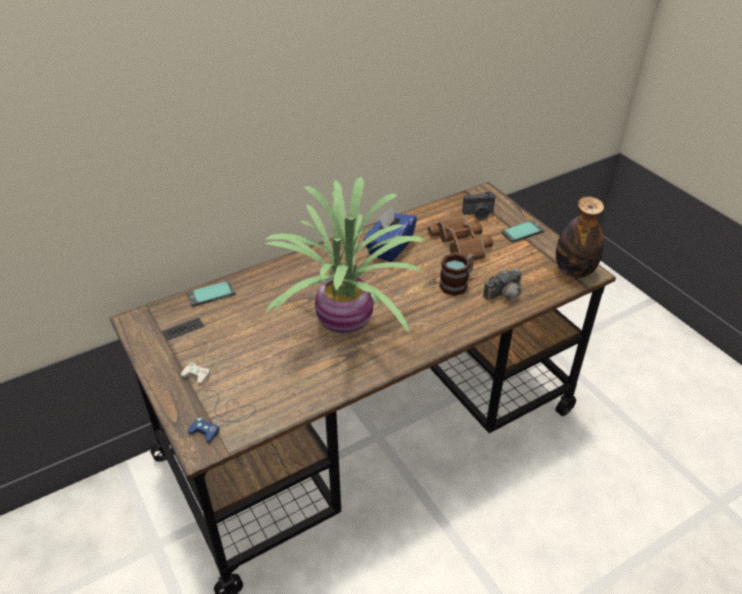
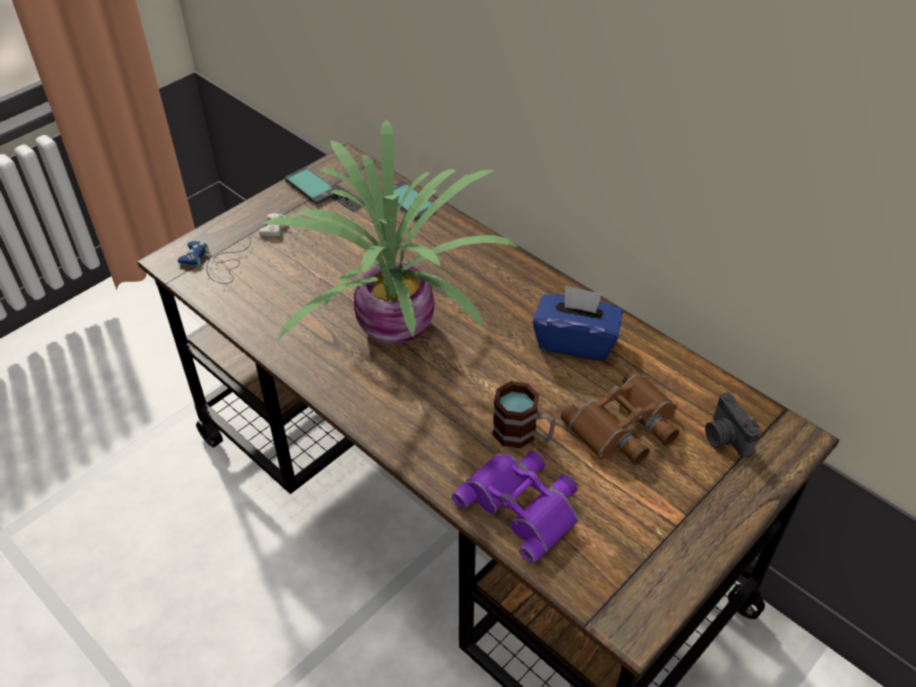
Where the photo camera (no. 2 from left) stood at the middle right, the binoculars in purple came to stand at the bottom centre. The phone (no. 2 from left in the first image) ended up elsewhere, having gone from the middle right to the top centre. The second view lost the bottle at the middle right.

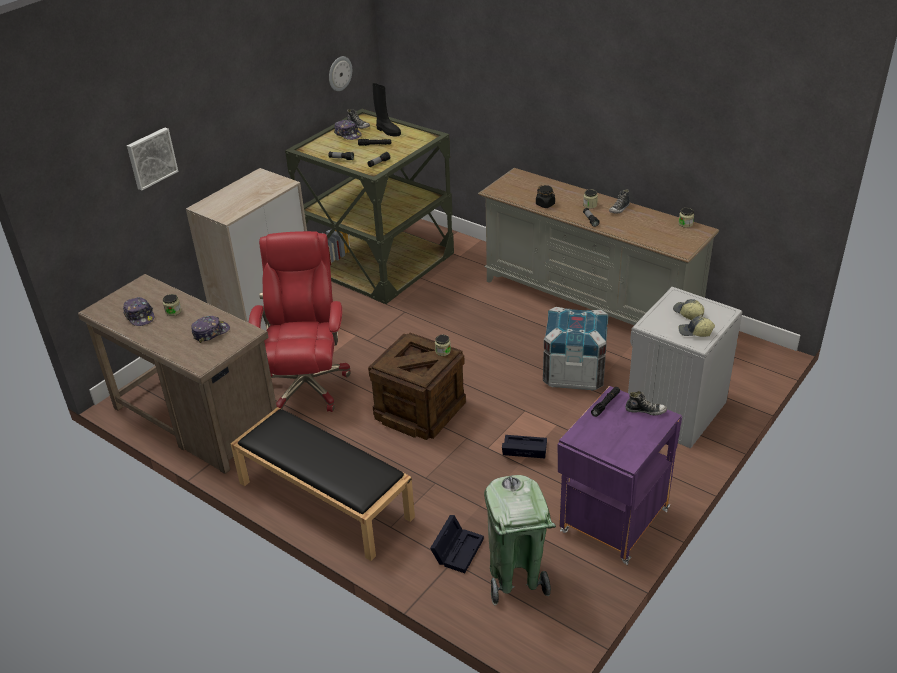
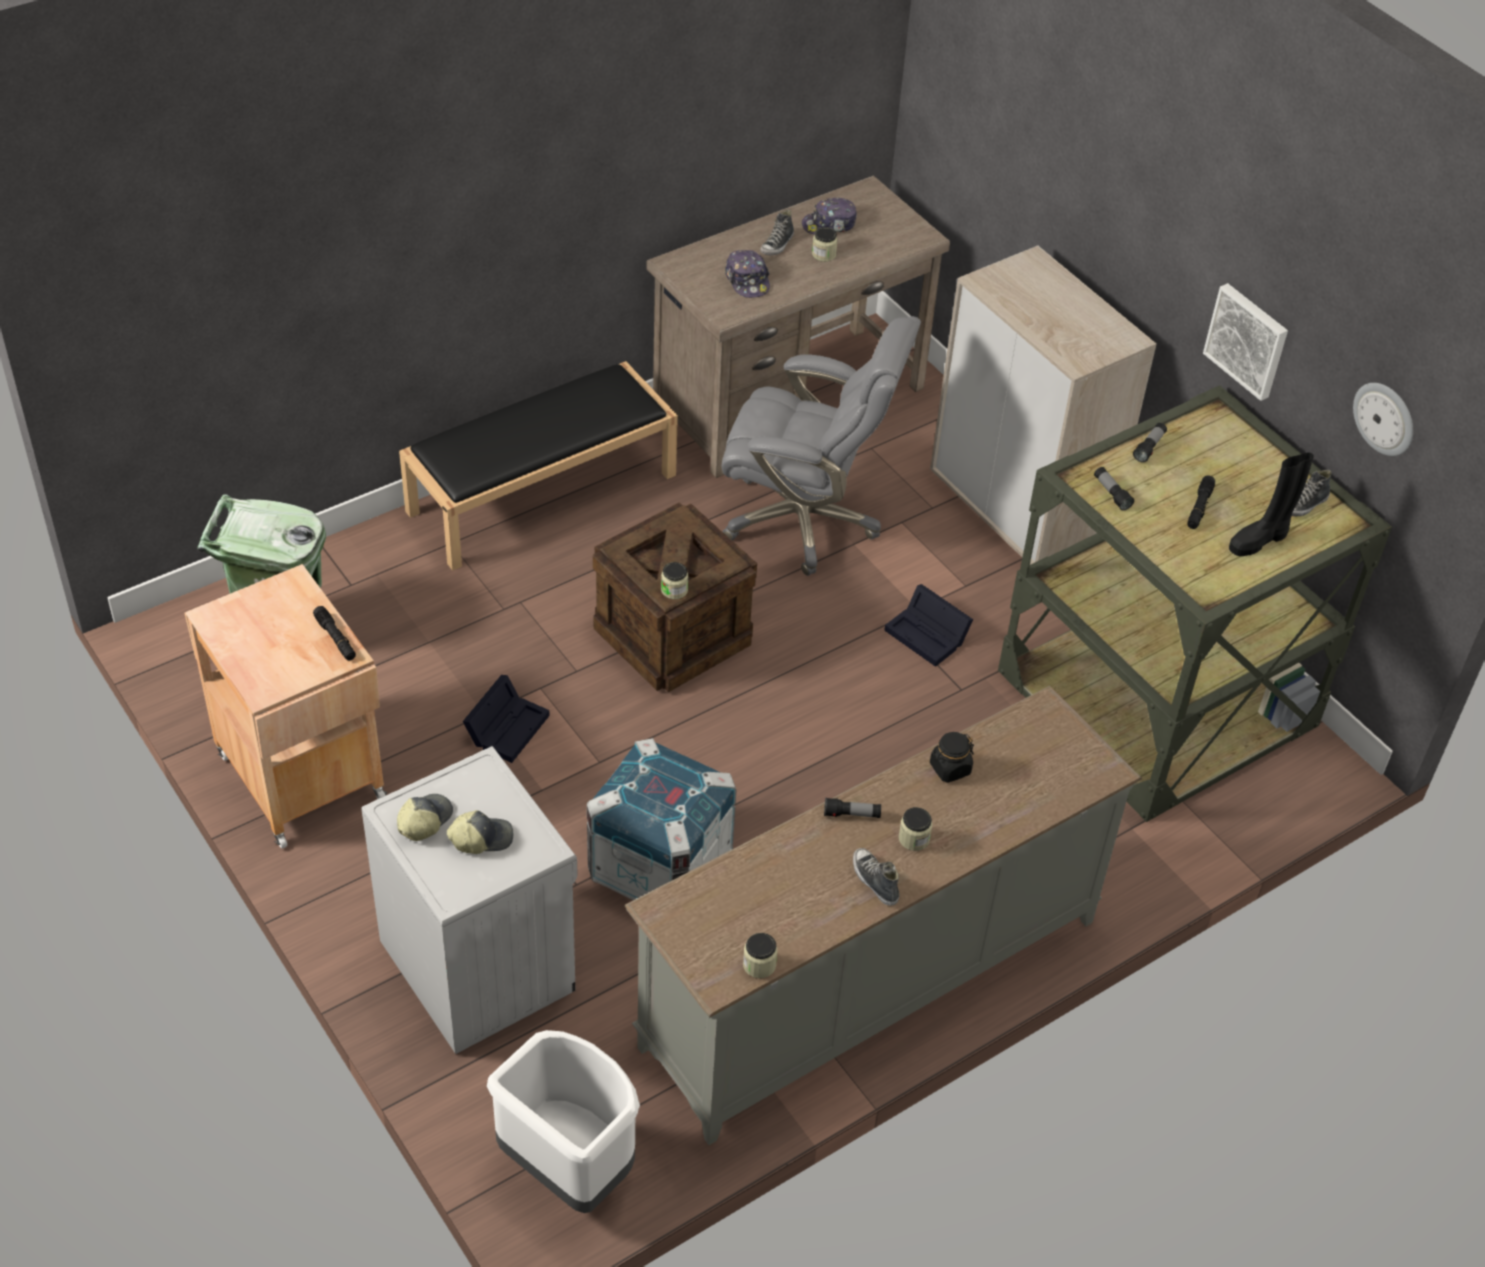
The picture ended up elsewhere, having gone from the top left to the top right. What was the office chair in red at the centre turned into the office chair in grey at the centre. The second view lost the cap (no. 3 from left) at the top centre. The storage box in black (no. 1 from left in the first image) ended up elsewhere, having gone from the bottom centre to the centre. What was the cart in purple at the bottom right turned into the cart in brown at the middle left. The shoe (no. 3 from left in the first image) ended up elsewhere, having gone from the middle right to the top centre. The second view gained the trash can in white at the bottom centre.

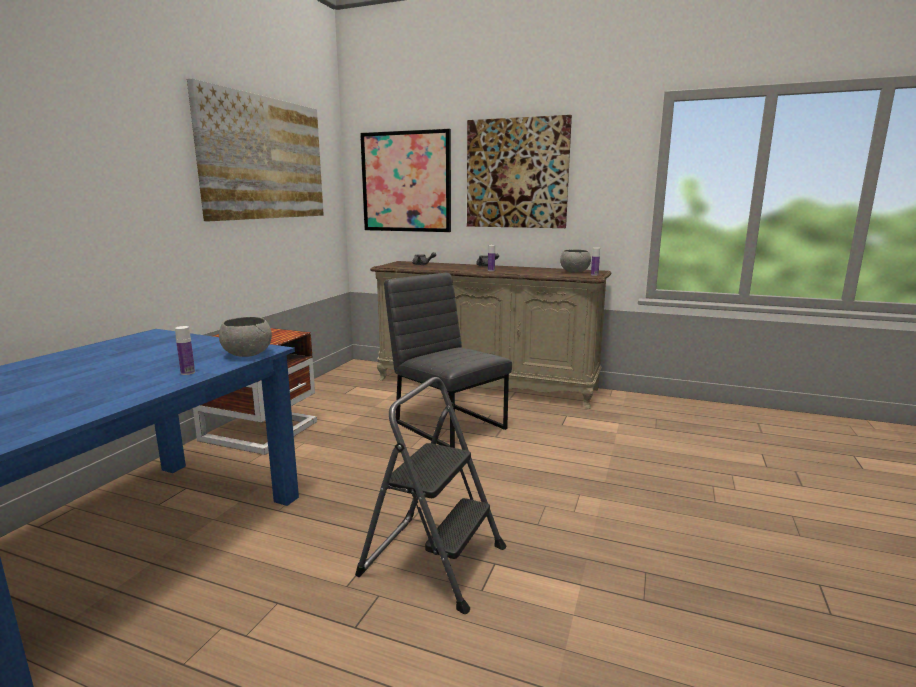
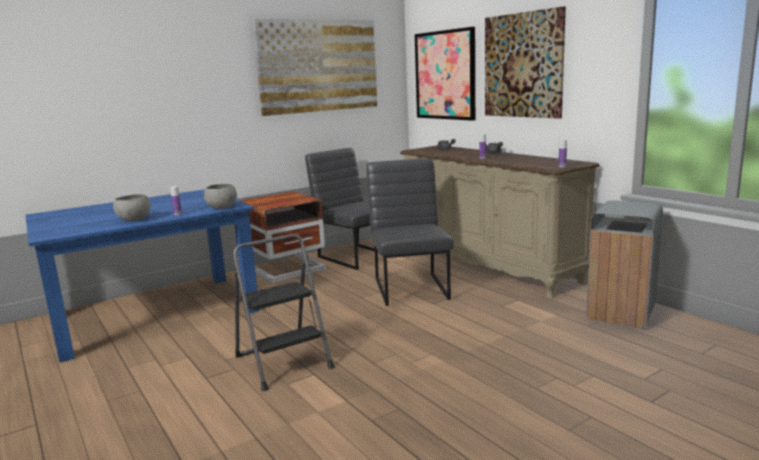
The bowl in grey (no. 2 from left in the first image) ended up elsewhere, having gone from the centre to the middle left. The second view gained the chair in grey (no. 1 from left) at the centre. The second view gained the trash can in grey at the middle right.

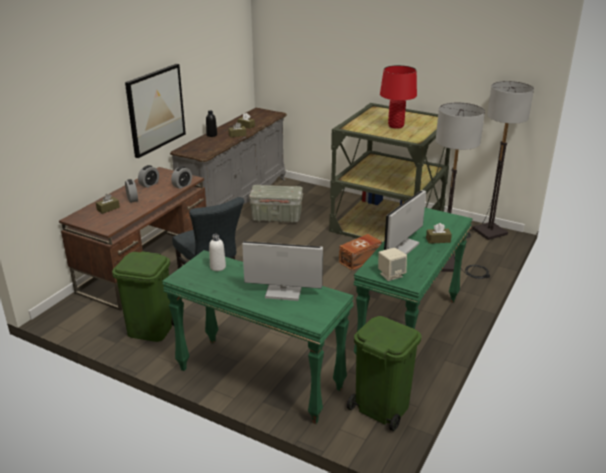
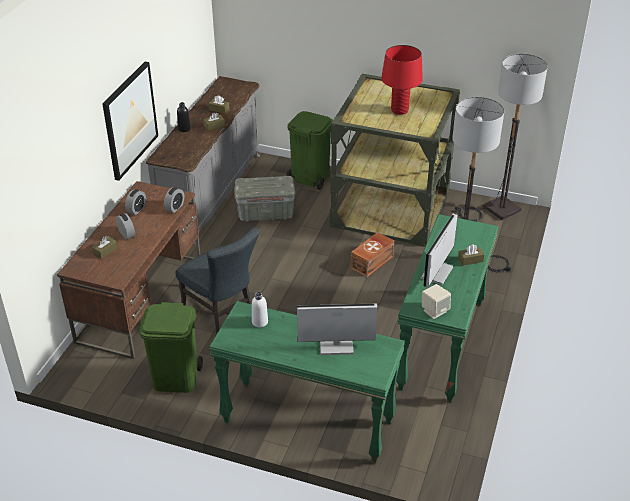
The trash can in green (no. 2 from left) ended up elsewhere, having gone from the bottom centre to the top centre.

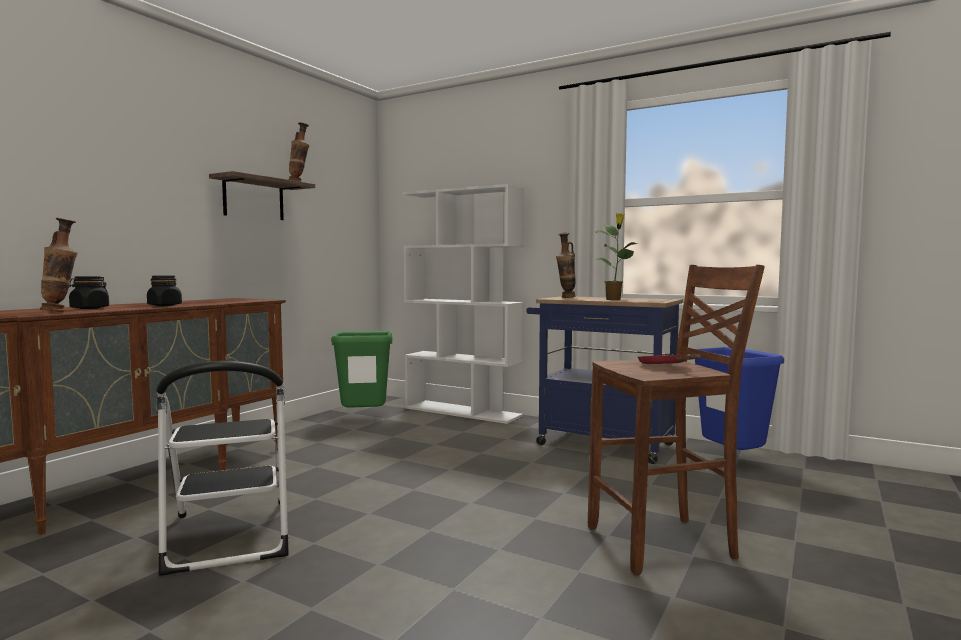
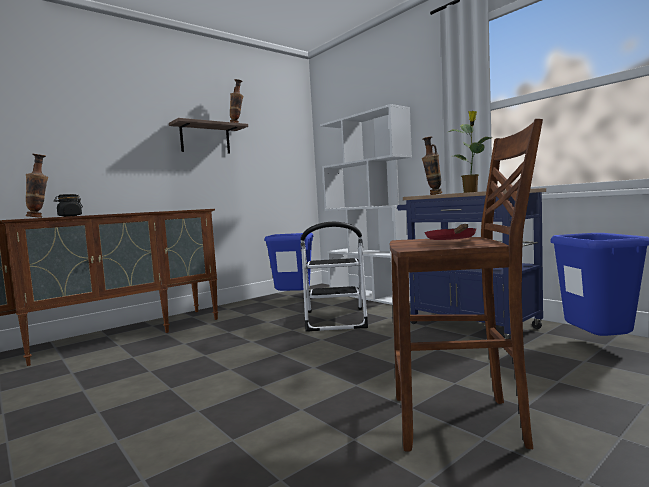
The second view lost the jar in black (no. 2 from left) at the middle left. The step ladder ended up elsewhere, having gone from the bottom left to the centre. What was the trash can in green at the centre turned into the trash can in blue (no. 1 from left) at the centre.

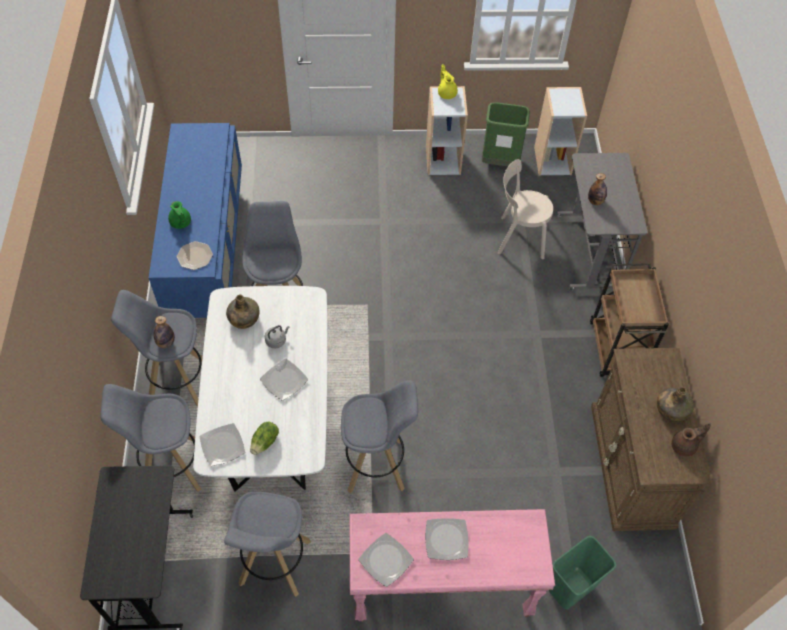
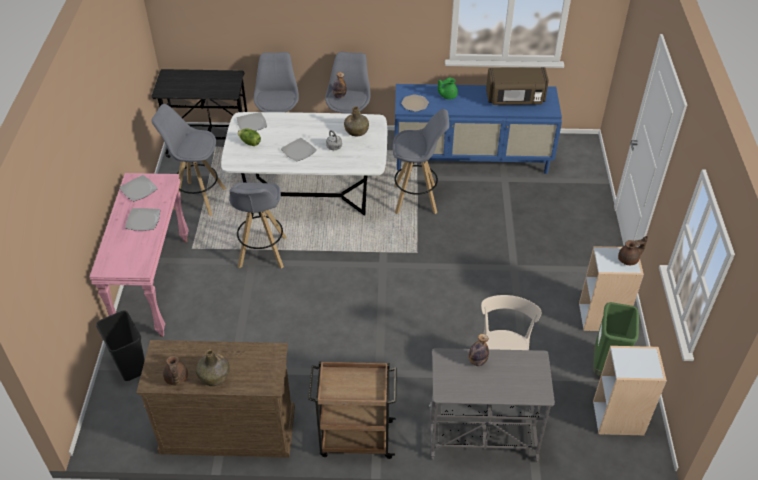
What was the teapot in yellow at the top centre turned into the teapot in brown (no. 2 from left) at the middle right. What was the trash can in green (no. 2 from left) at the bottom right turned into the trash can in black at the bottom left. The second view gained the microwave in brown at the top right.

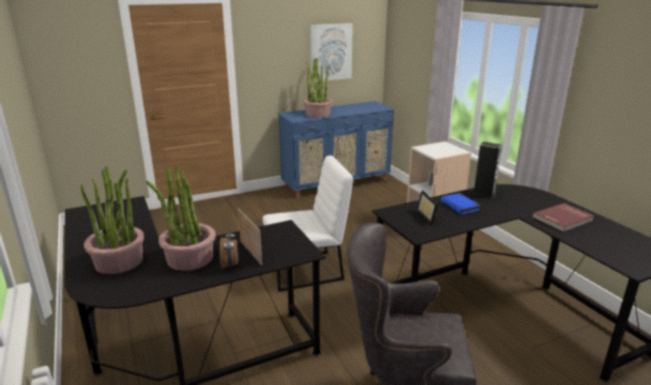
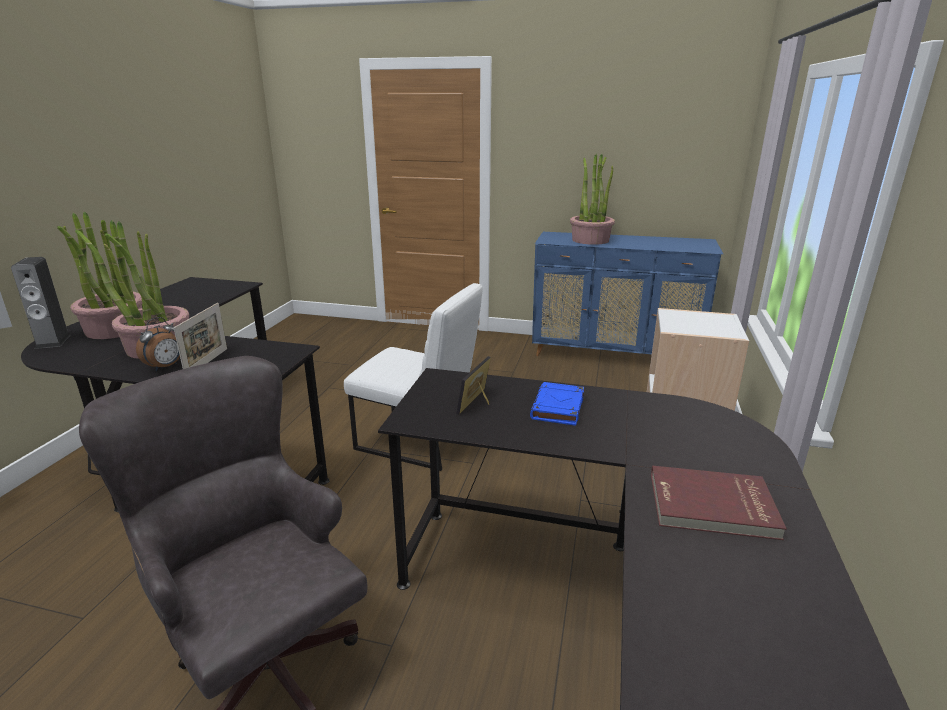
The second view lost the picture at the top centre. The speaker ended up elsewhere, having gone from the middle right to the middle left.

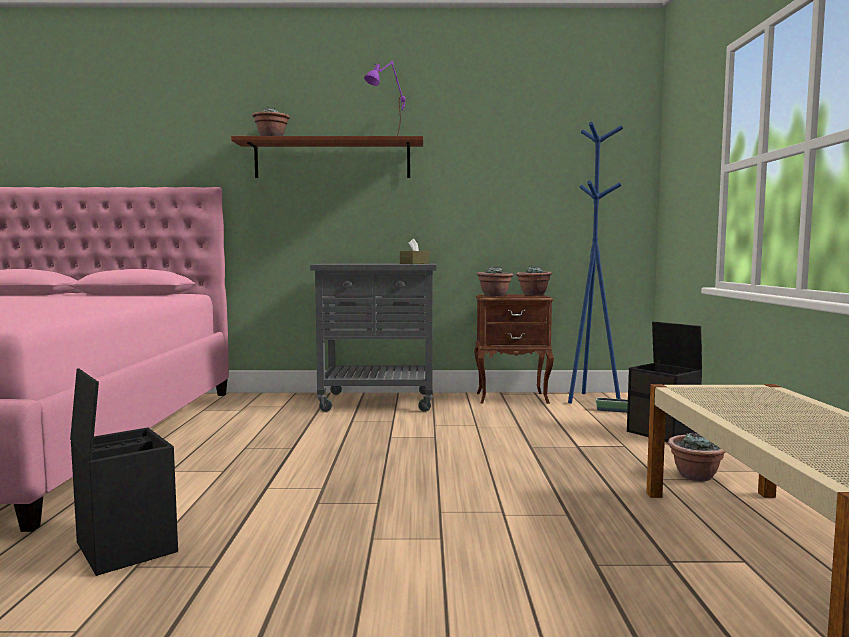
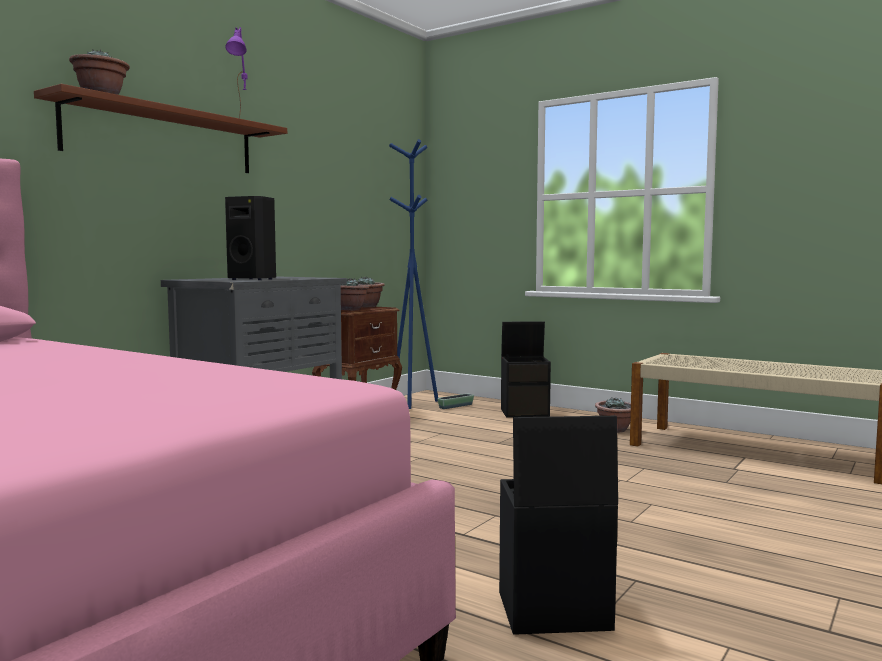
The second view lost the tissue box in brown at the centre. The second view gained the speaker in black at the middle left.

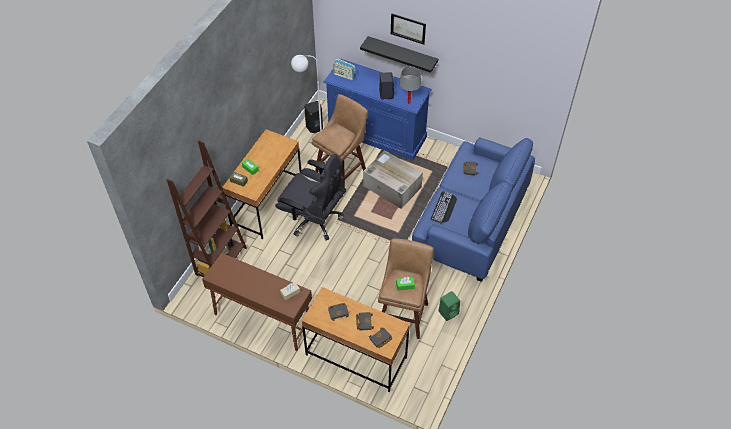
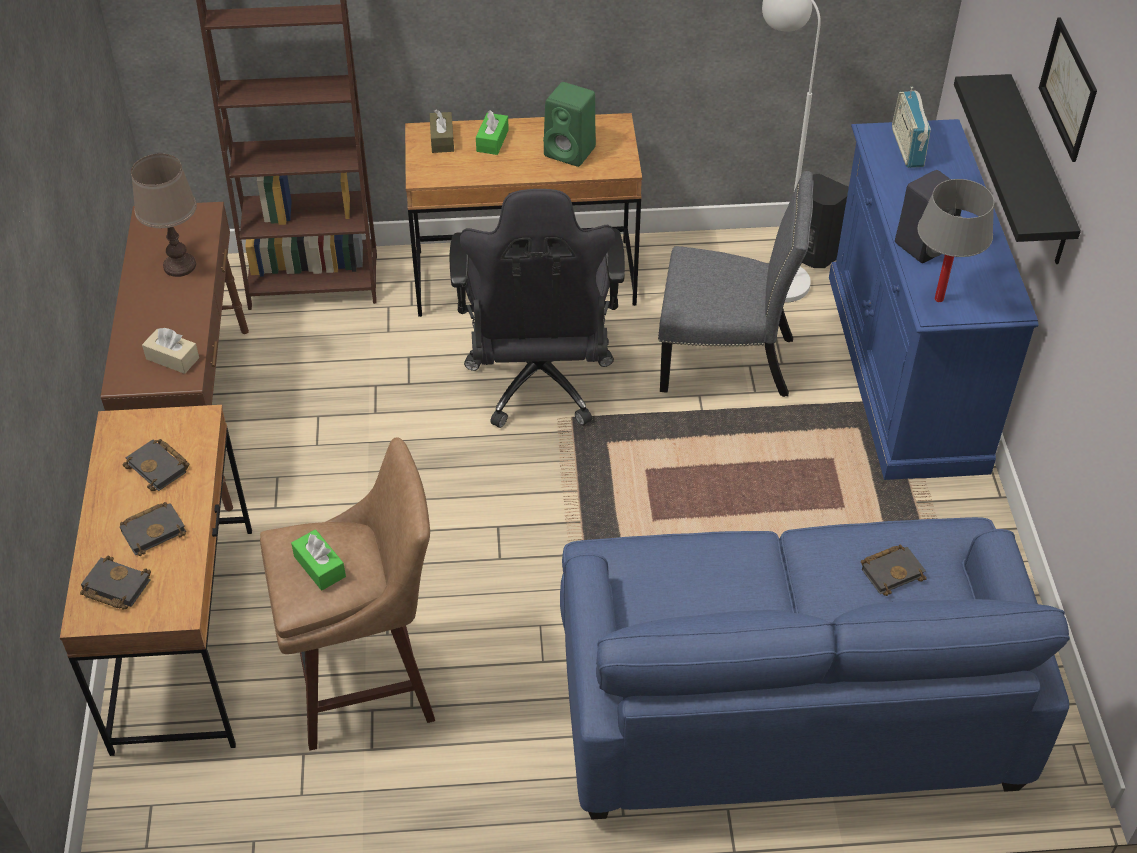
Where the stool in brown (no. 1 from left) stood at the top centre, the chair in grey came to stand at the top centre. The second view lost the cardboard box at the centre. The second view lost the keyboard at the centre. The speaker in green ended up elsewhere, having gone from the bottom centre to the top centre. The second view gained the table lamp in brown at the top left.

